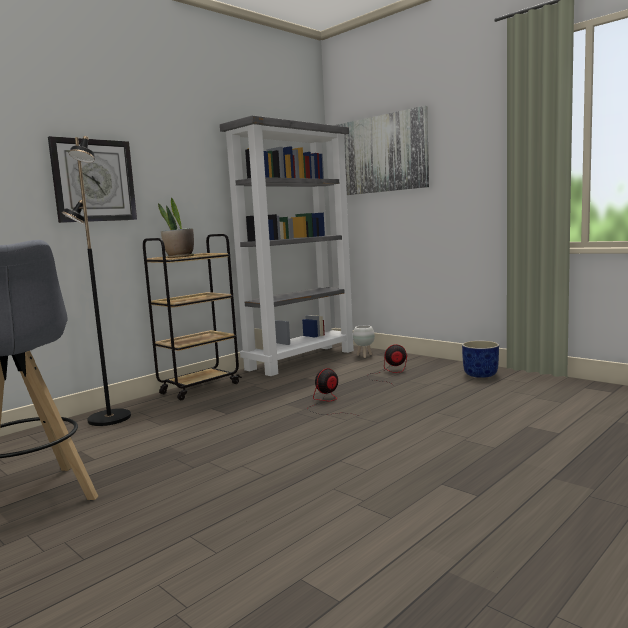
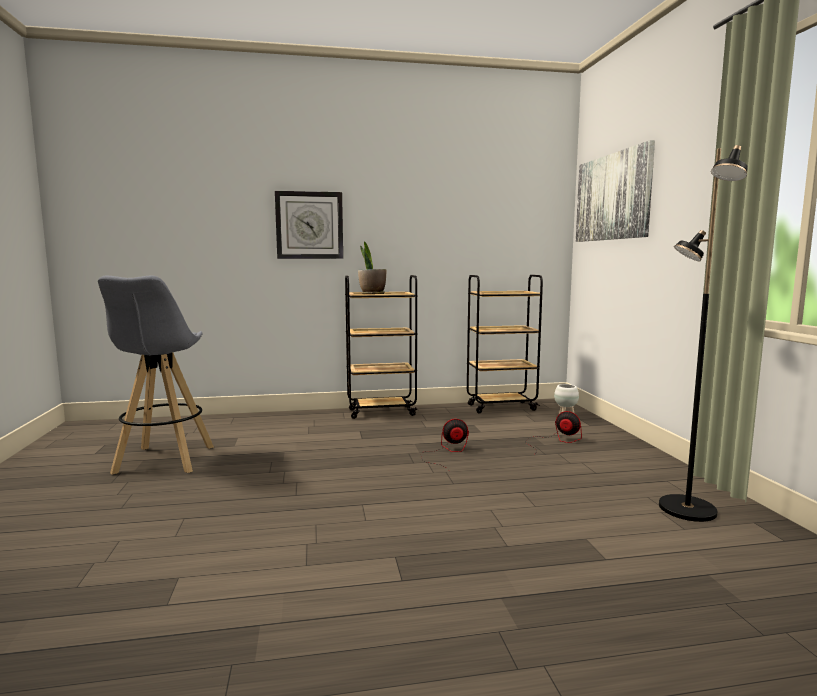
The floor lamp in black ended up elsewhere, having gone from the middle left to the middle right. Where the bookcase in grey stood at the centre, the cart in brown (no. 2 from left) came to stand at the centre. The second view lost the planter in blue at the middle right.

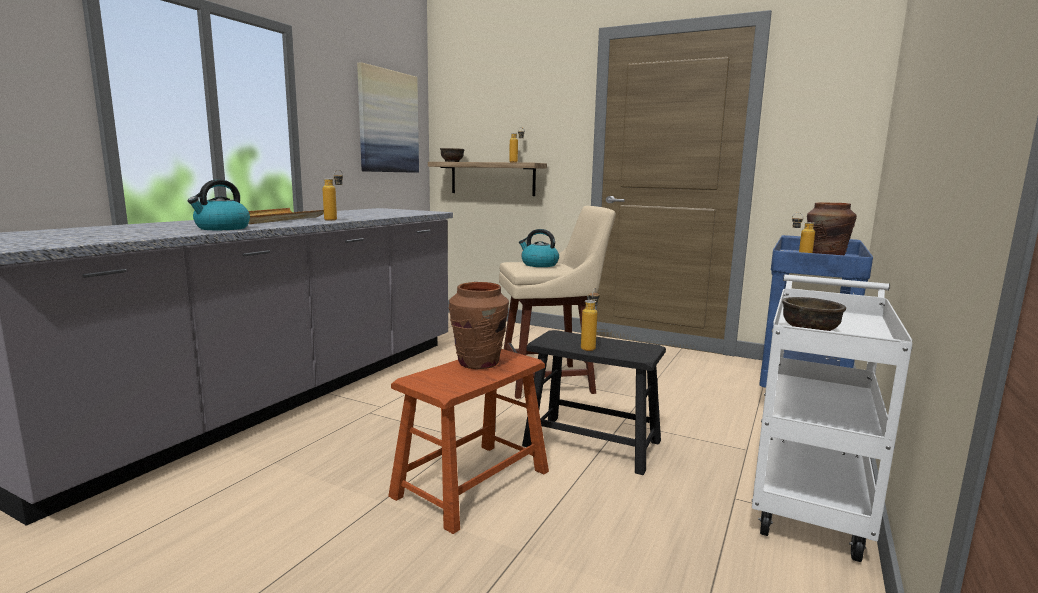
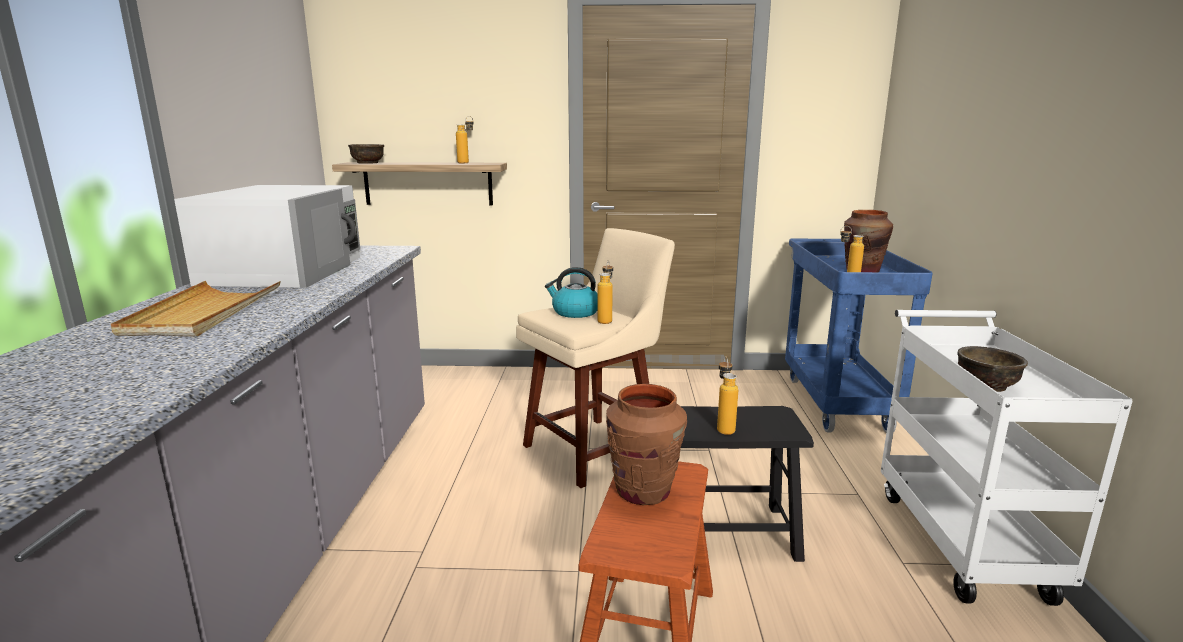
The second view lost the kettle (no. 1 from left) at the middle left. The bottle (no. 1 from left in the first image) ended up elsewhere, having gone from the top left to the centre. The second view lost the picture at the top centre. The second view gained the microwave in white at the middle left.

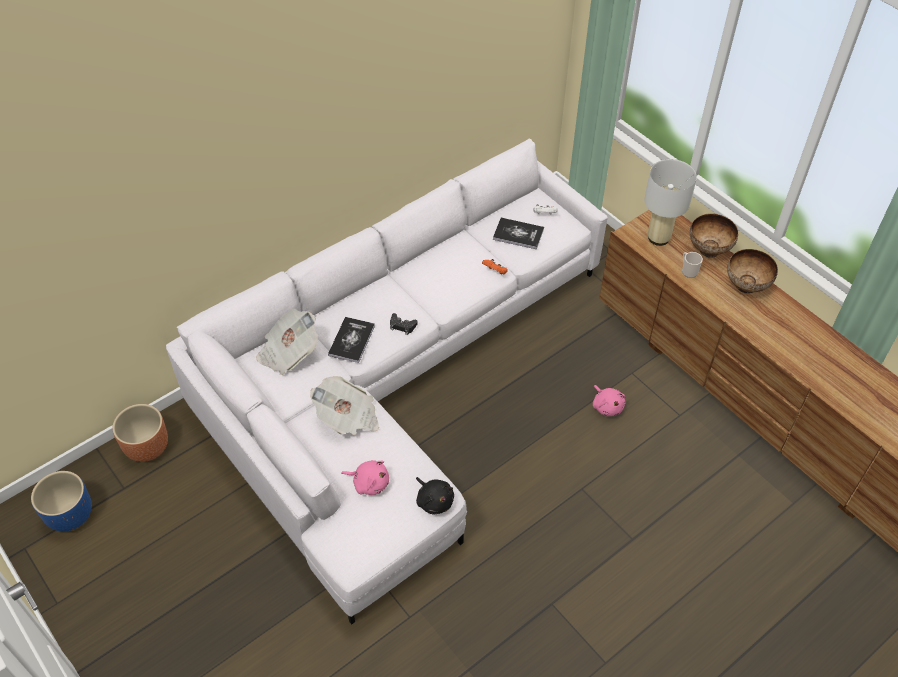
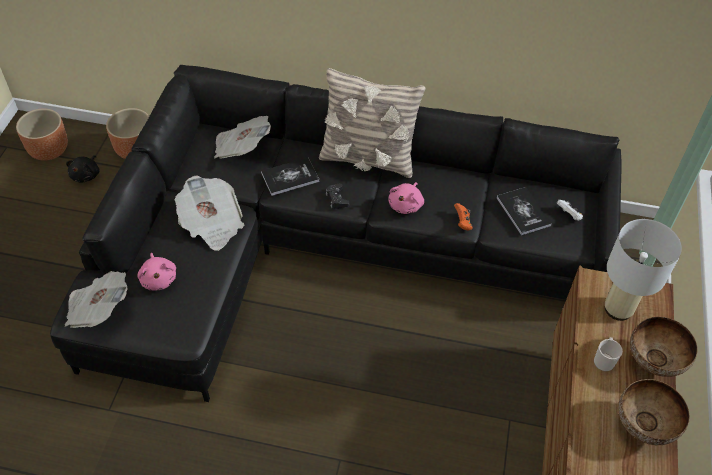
What was the planter in blue at the bottom left turned into the planter in brown (no. 1 from left) at the top left. What was the sofa in white at the centre turned into the sofa in black at the centre. The plush toy in black ended up elsewhere, having gone from the bottom centre to the middle left. The plush toy in pink (no. 2 from left) ended up elsewhere, having gone from the middle right to the centre. The second view gained the newspaper (no. 1 from left) at the middle left. The second view gained the pillow in beige at the top centre.

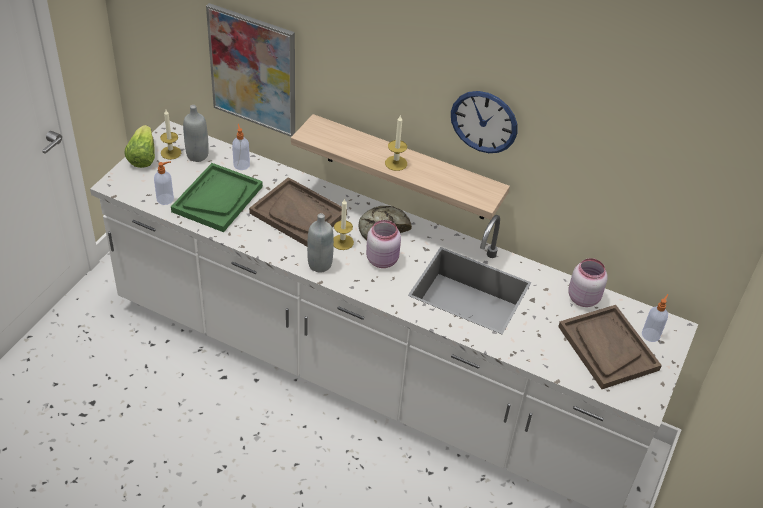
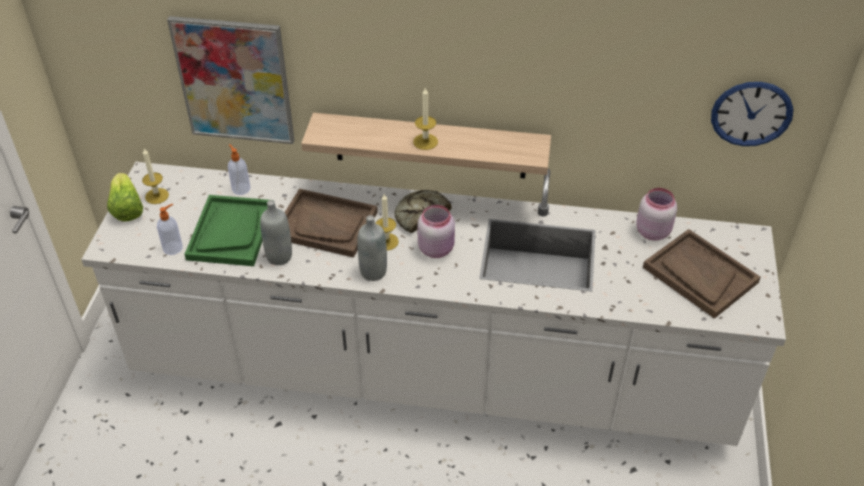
The bottle in grey (no. 1 from left) ended up elsewhere, having gone from the top left to the middle left. The wall clock ended up elsewhere, having gone from the top centre to the top right. The second view lost the soap dispenser (no. 3 from left) at the middle right.

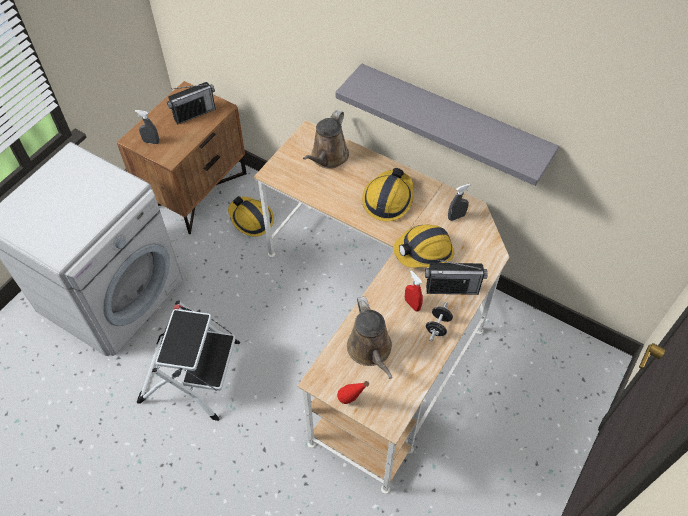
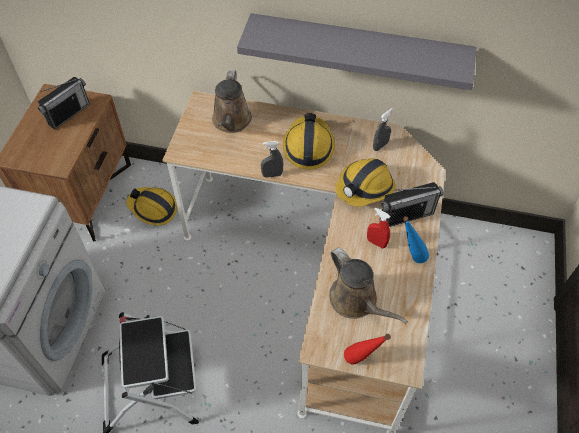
The spray bottle in grey (no. 1 from left) ended up elsewhere, having gone from the top left to the centre. Where the dumbbell in black stood at the centre, the bottle in blue came to stand at the middle right.

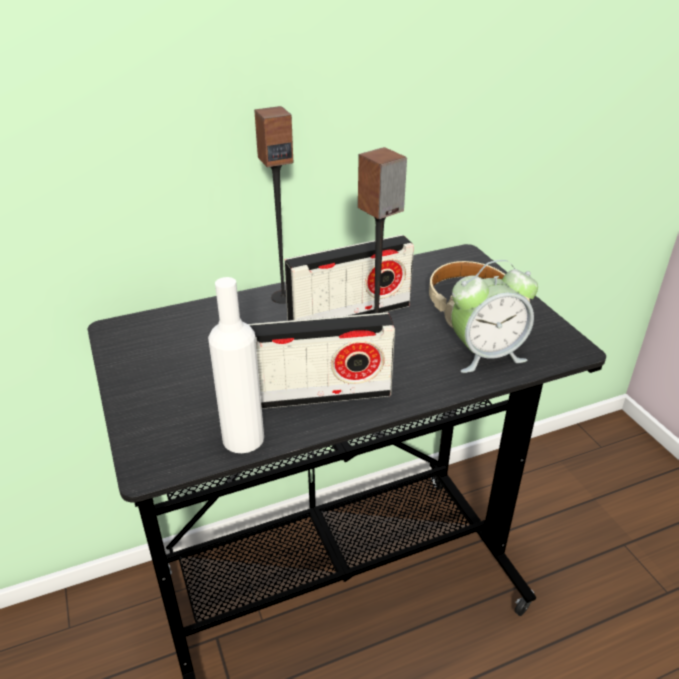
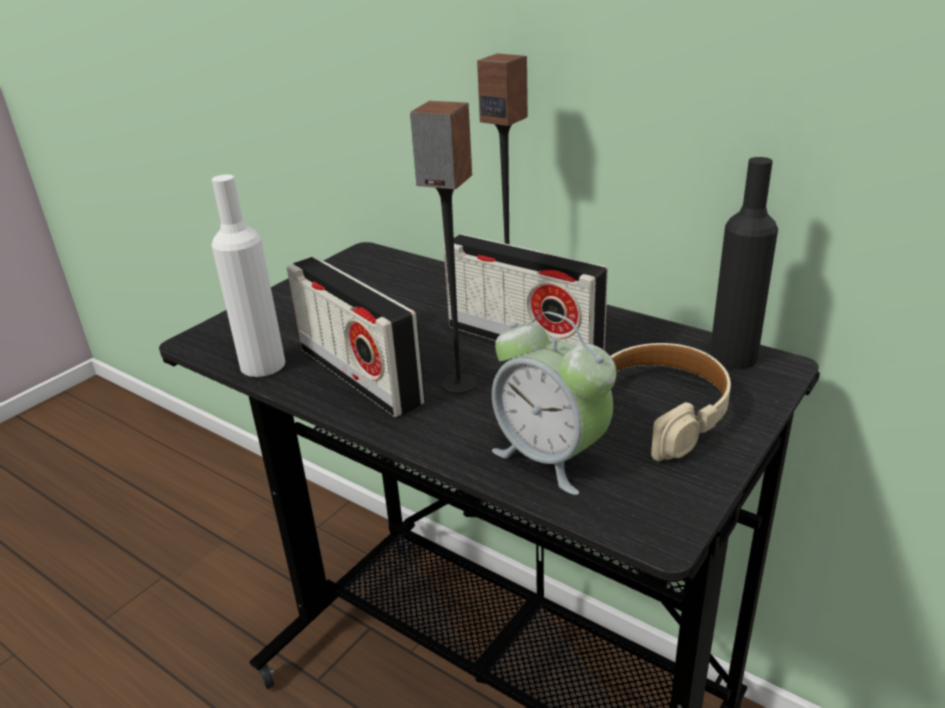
The second view gained the bottle in black at the middle right.

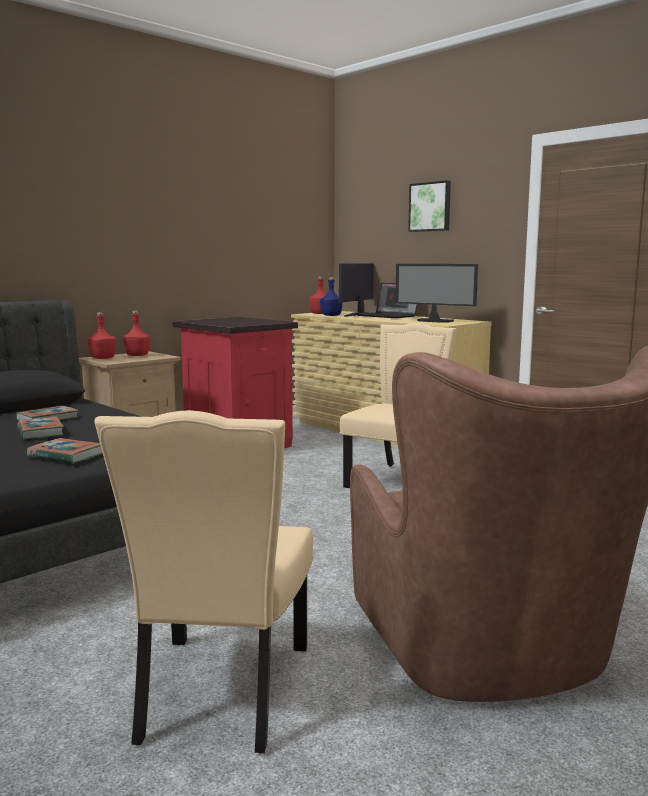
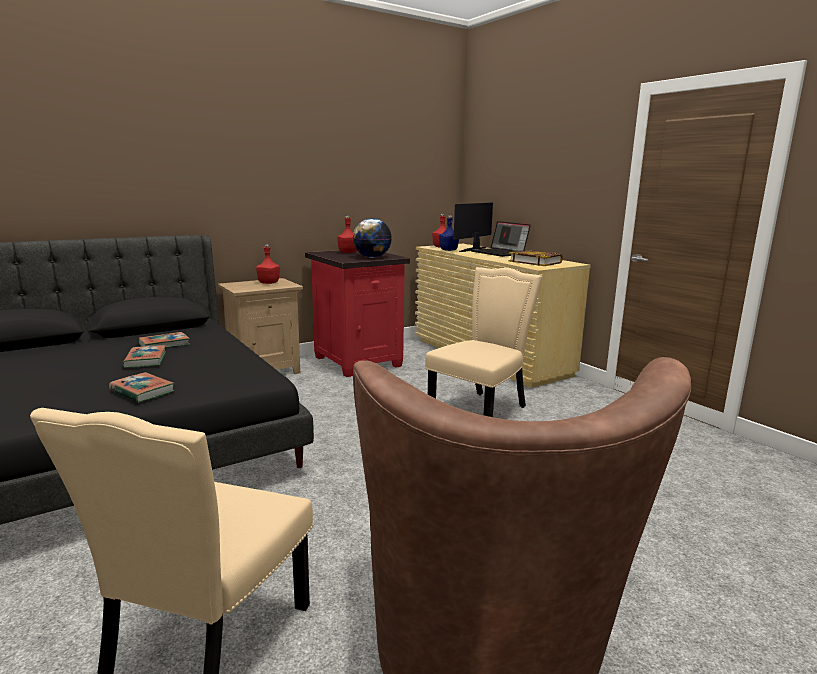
The bottle in red (no. 1 from left in the first image) ended up elsewhere, having gone from the middle left to the centre. Where the monitor (no. 2 from left) stood at the middle right, the book (no. 4 from left) came to stand at the centre. The second view lost the picture at the top centre. The second view gained the globe at the centre.

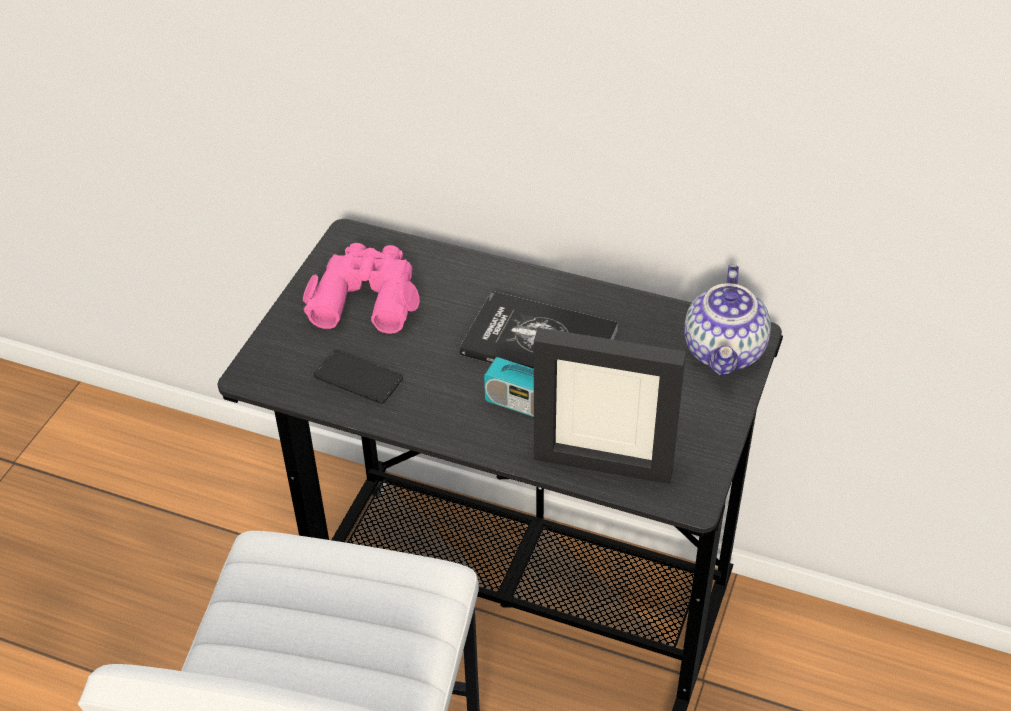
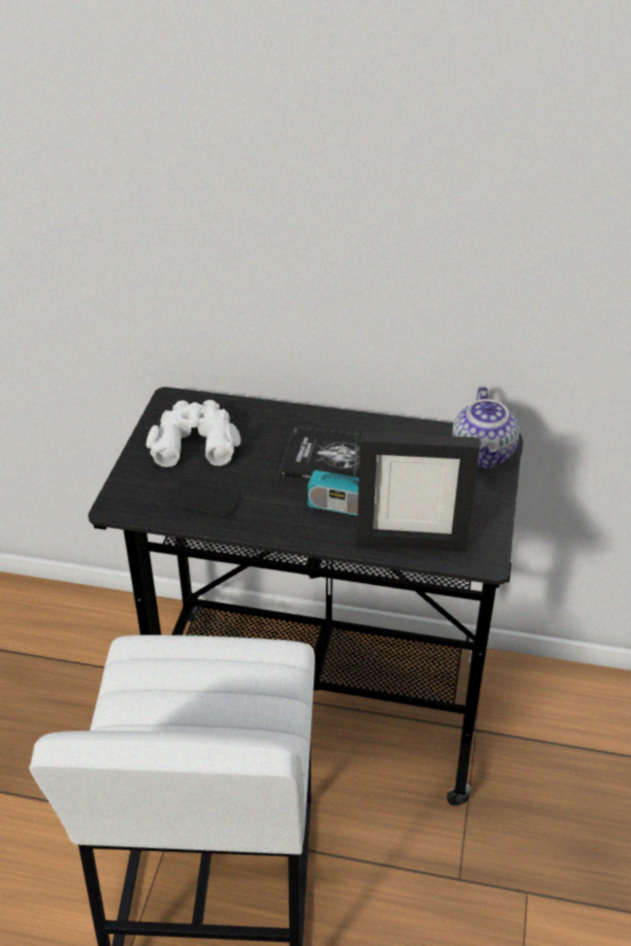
What was the binoculars in pink at the centre turned into the binoculars in white at the middle left.

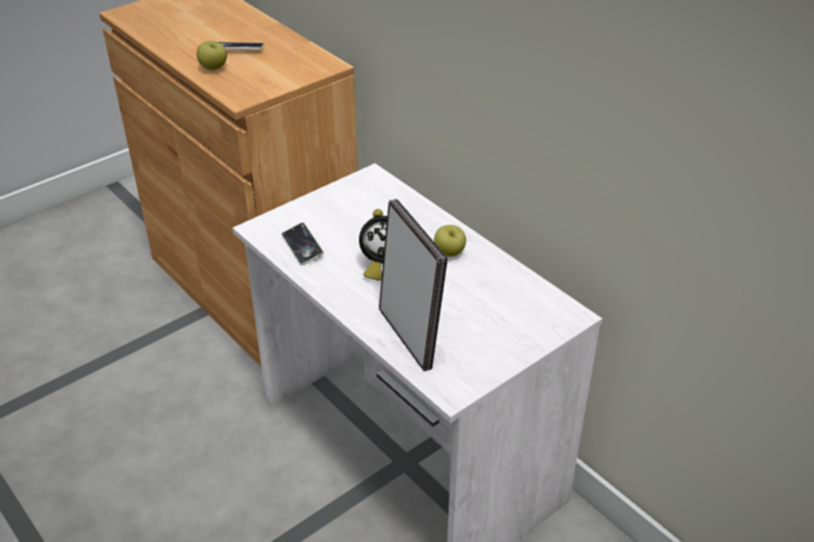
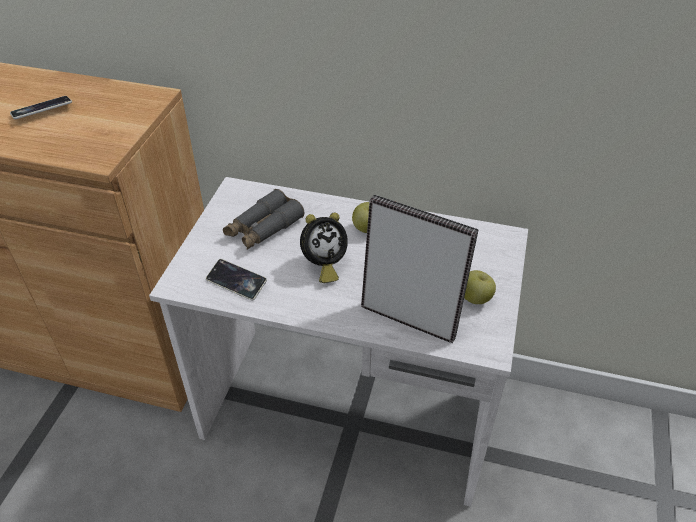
The apple (no. 1 from left in the first image) ended up elsewhere, having gone from the top left to the middle right. The second view gained the binoculars in grey at the centre.

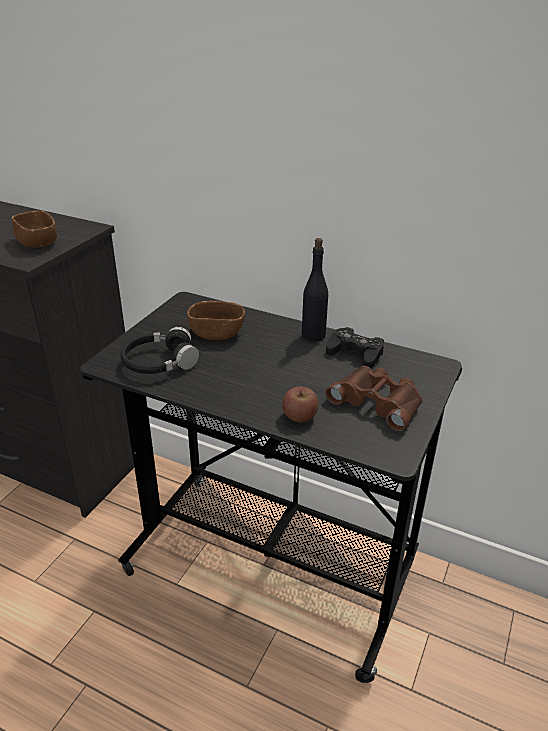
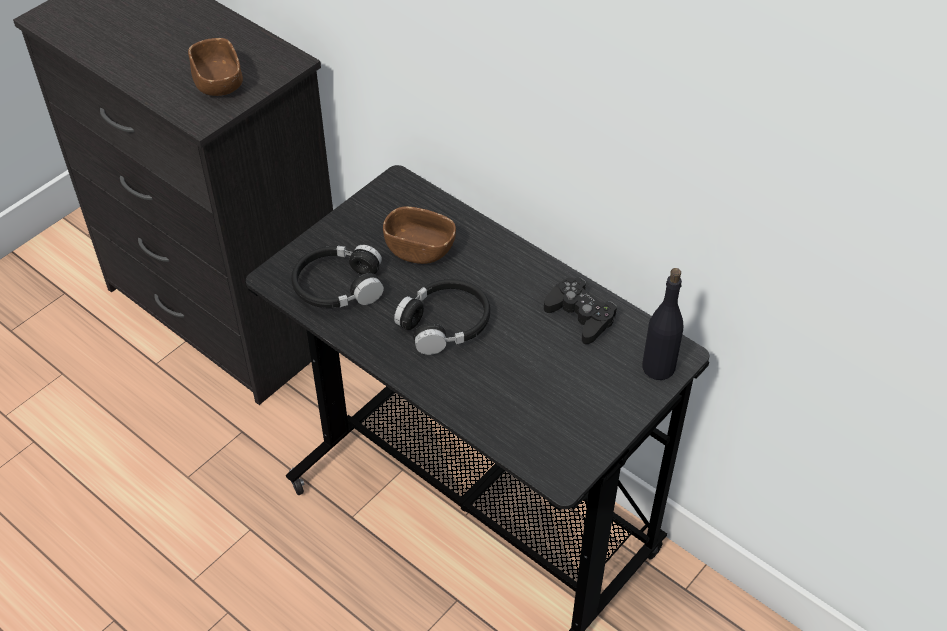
The second view lost the apple at the centre. The bottle in black ended up elsewhere, having gone from the centre to the middle right. The second view lost the binoculars in brown at the middle right. The second view gained the headphones in black (no. 2 from left) at the centre.

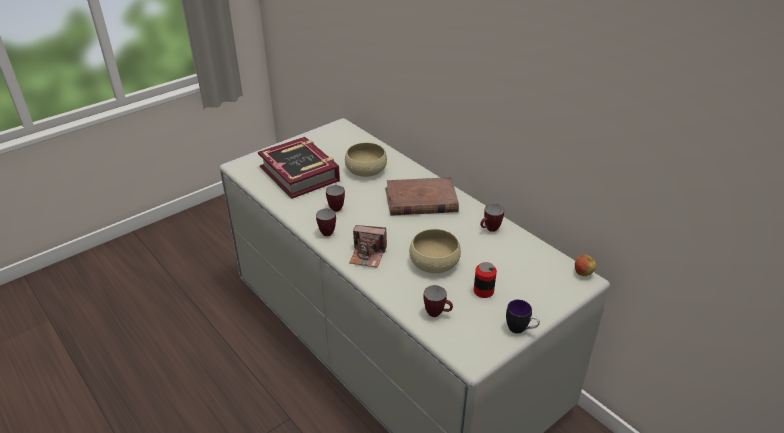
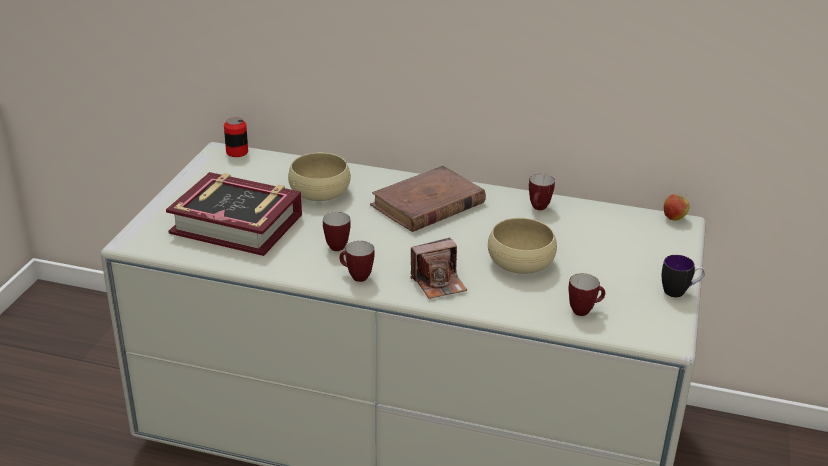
The can ended up elsewhere, having gone from the centre to the top left.

